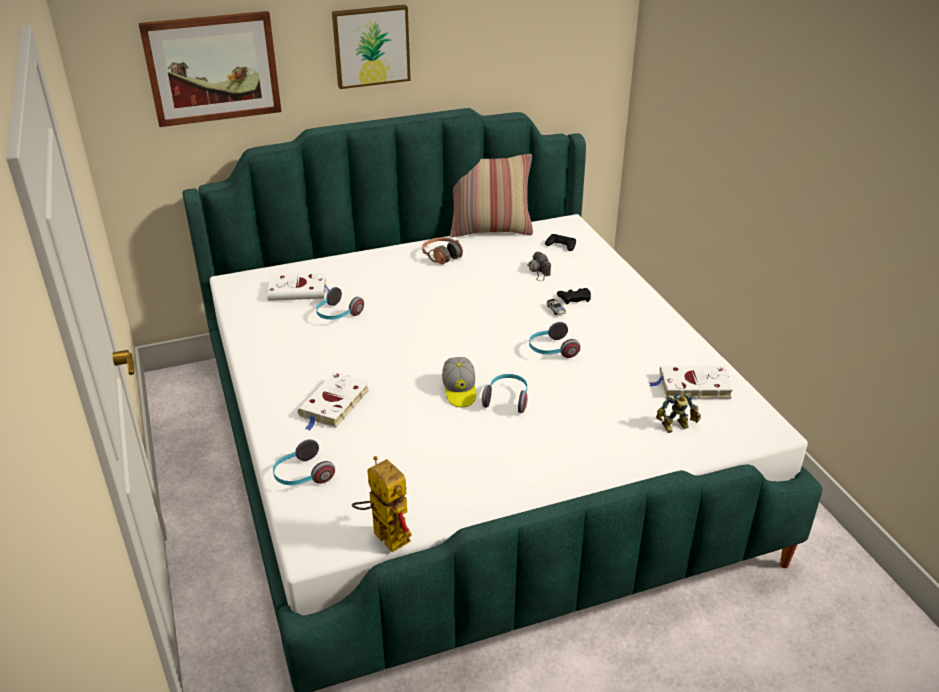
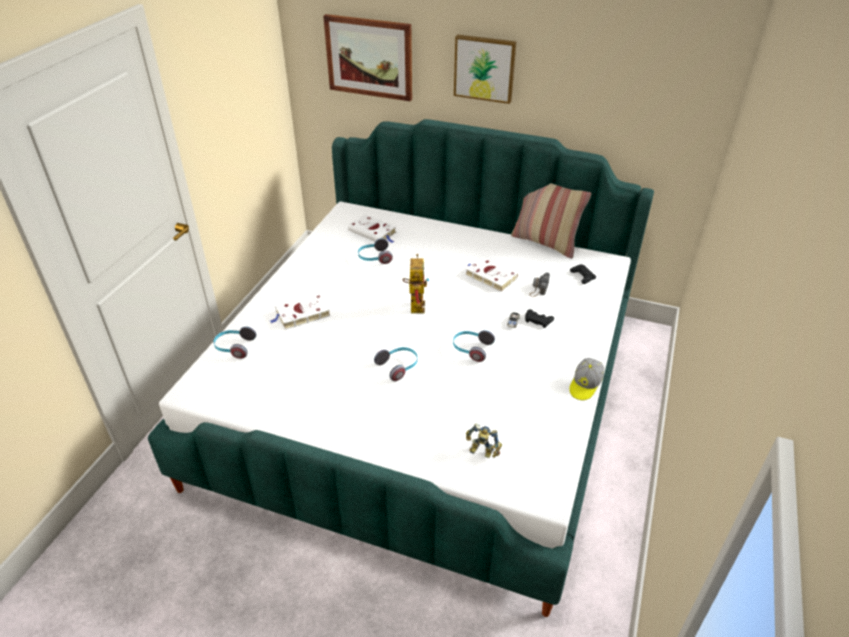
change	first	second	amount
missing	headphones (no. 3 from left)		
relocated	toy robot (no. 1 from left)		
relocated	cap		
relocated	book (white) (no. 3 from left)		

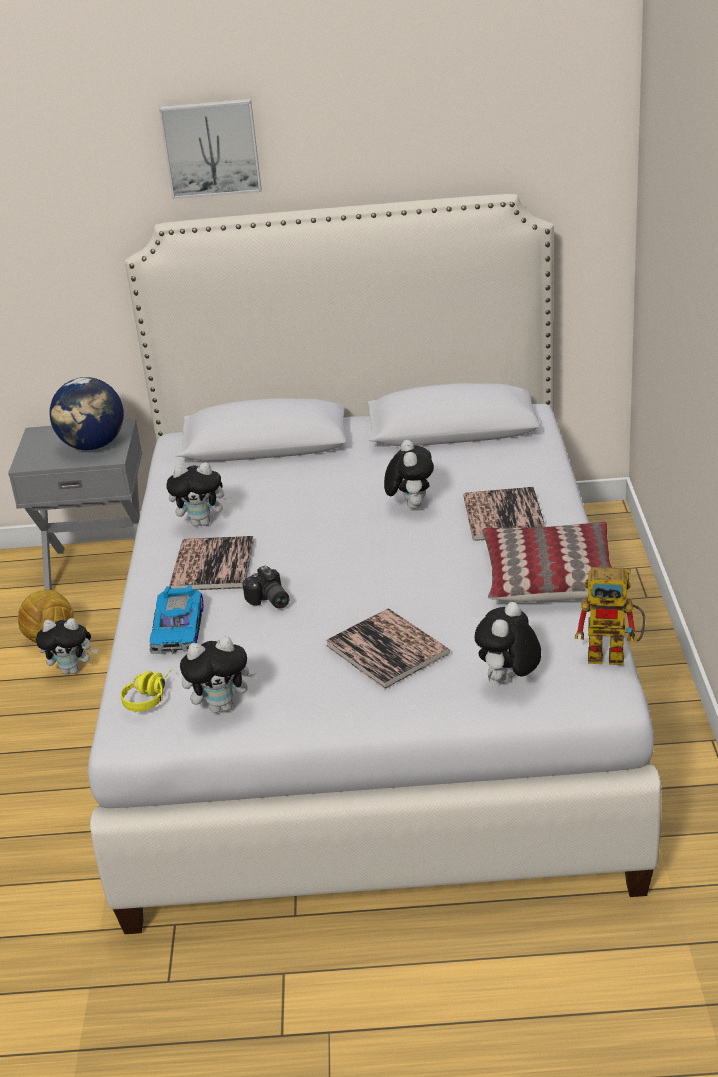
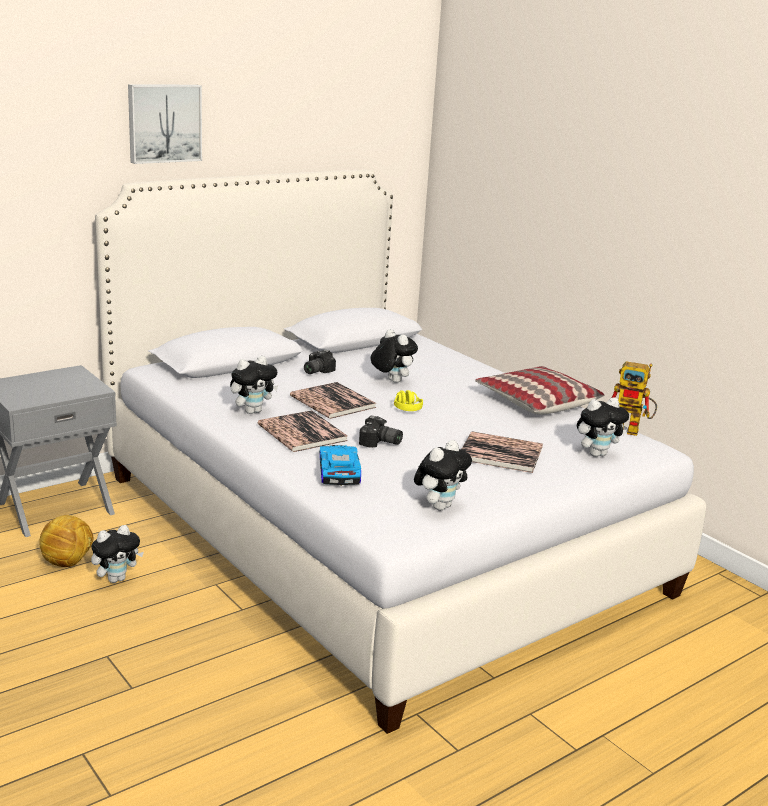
change	first	second	amount
missing	globe		
appeared		photo camera (no. 1 from left)	
relocated	headphones (yellow)		
relocated	book (no. 3 from left in the first image)	book (no. 2 from left)	
spun	toy car		150 degrees counterclockwise
spun	plush toy (no. 5 from left)		105 degrees counterclockwise
spun	toy robot		45 degrees clockwise

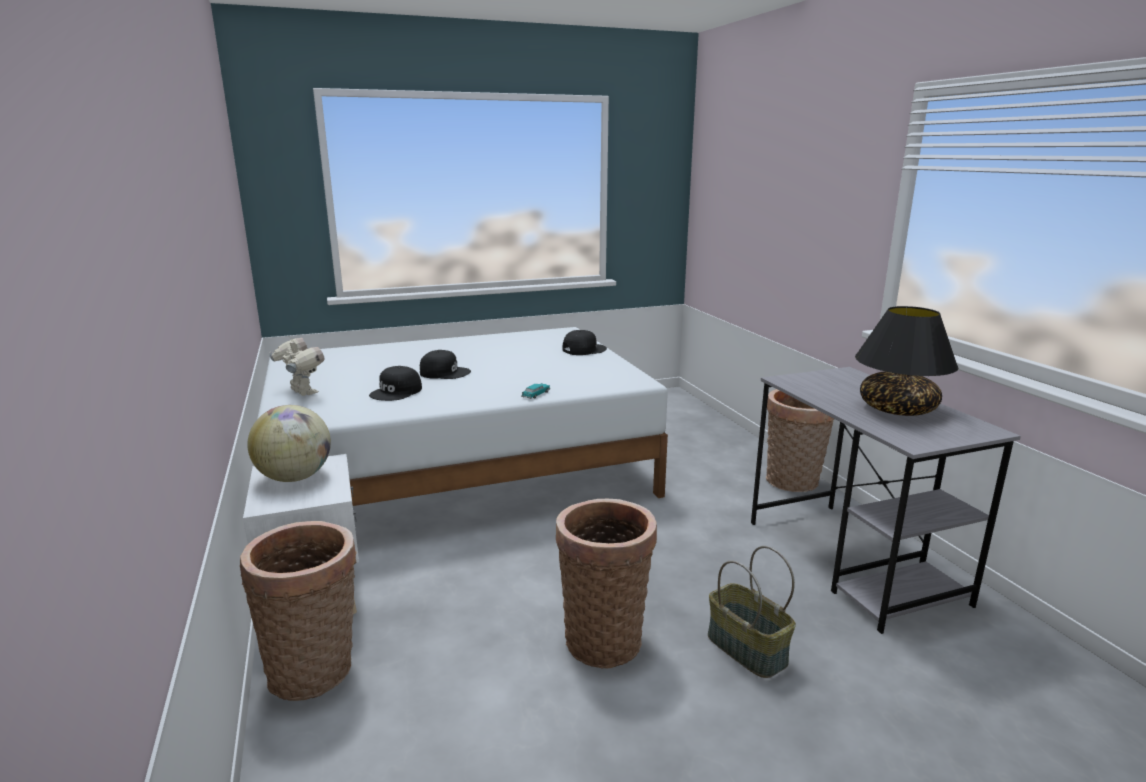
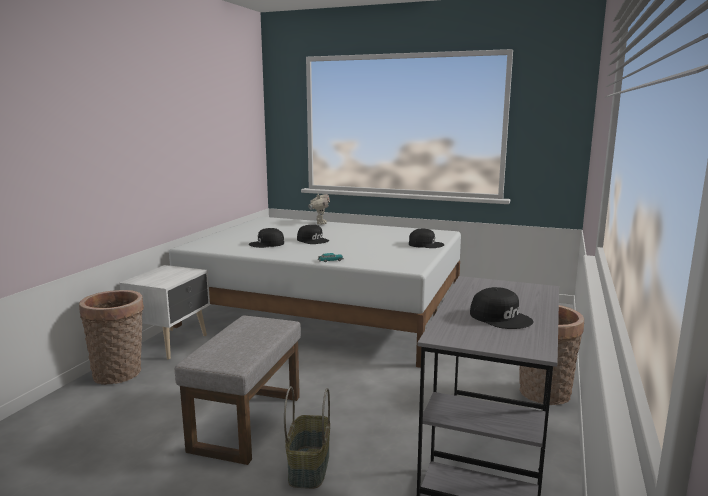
change	first	second	amount
missing	globe		
relocated	toy robot		
exchanged	basket (no. 2 from left)	ottoman (grey)	
exchanged	table lamp (black)	cap (black) (no. 4 from left)	

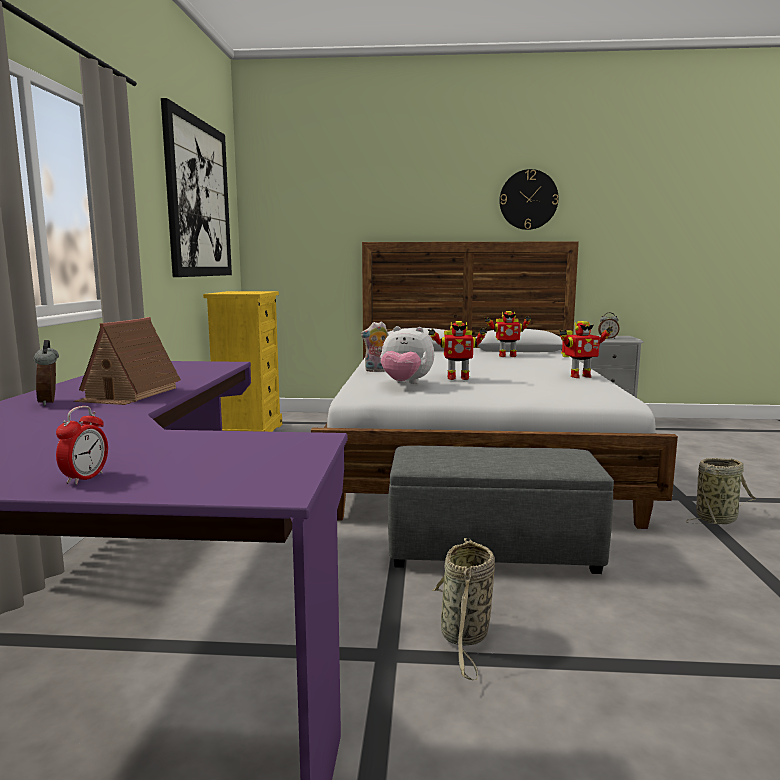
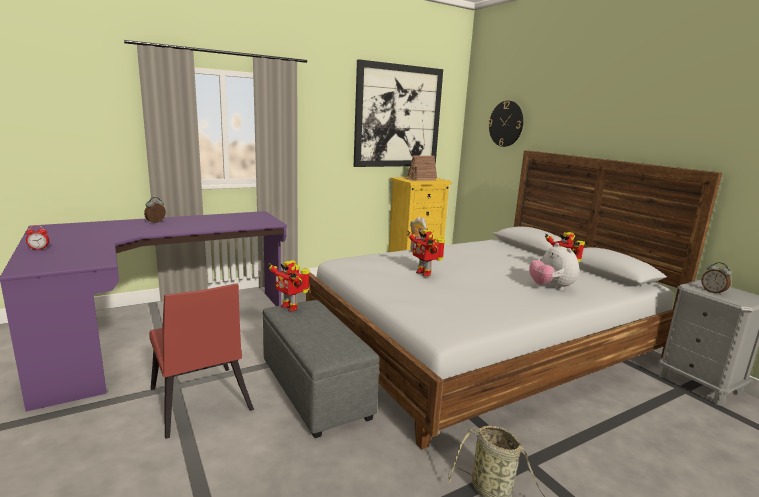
change	first	second	amount
relocated	toy house		
relocated	plush toy (no. 2 from left)		
relocated	wall clock		
relocated	toy robot (no. 3 from left in the first image)	toy robot (no. 1 from left)	
exchanged	basket (no. 1 from left)	chair (red)	

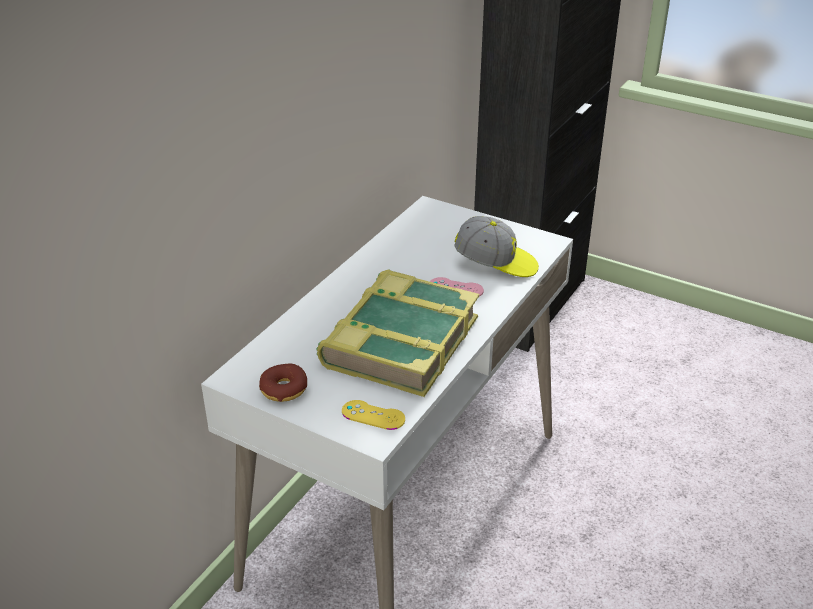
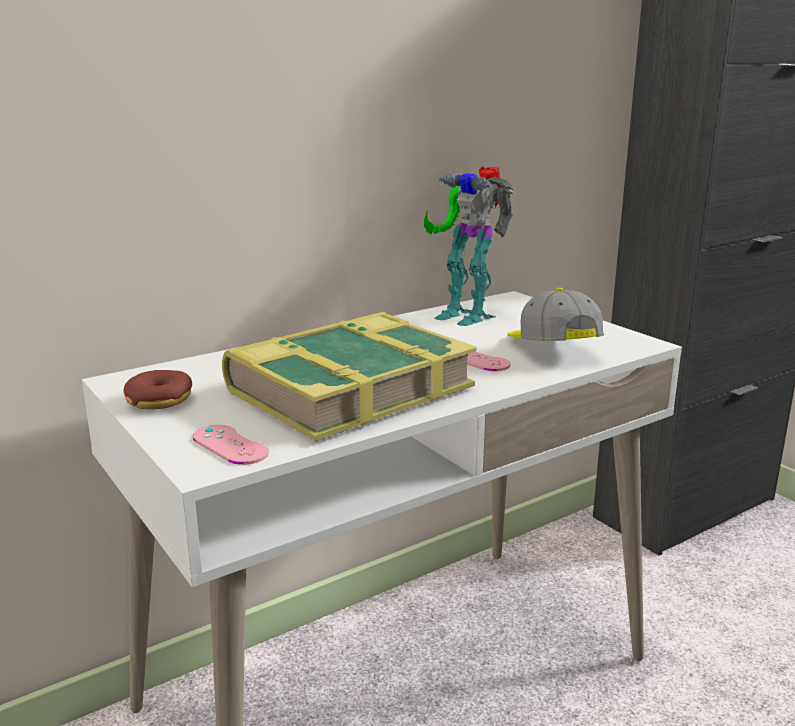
change	first	second	amount
appeared		toy robot	
colour	game controller (yellow)	game controller (pink) (no. 1 from left)	
spun	cap		150 degrees counterclockwise

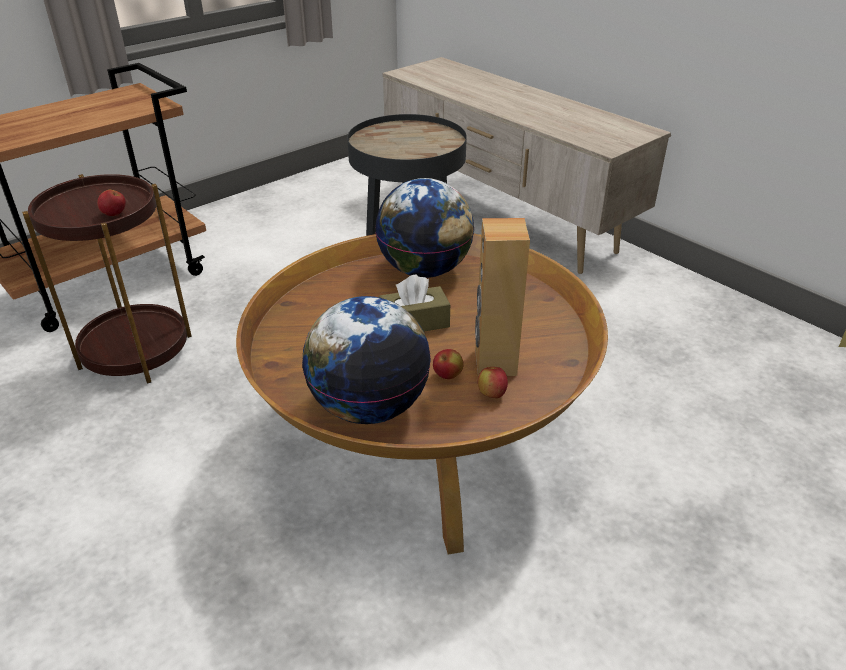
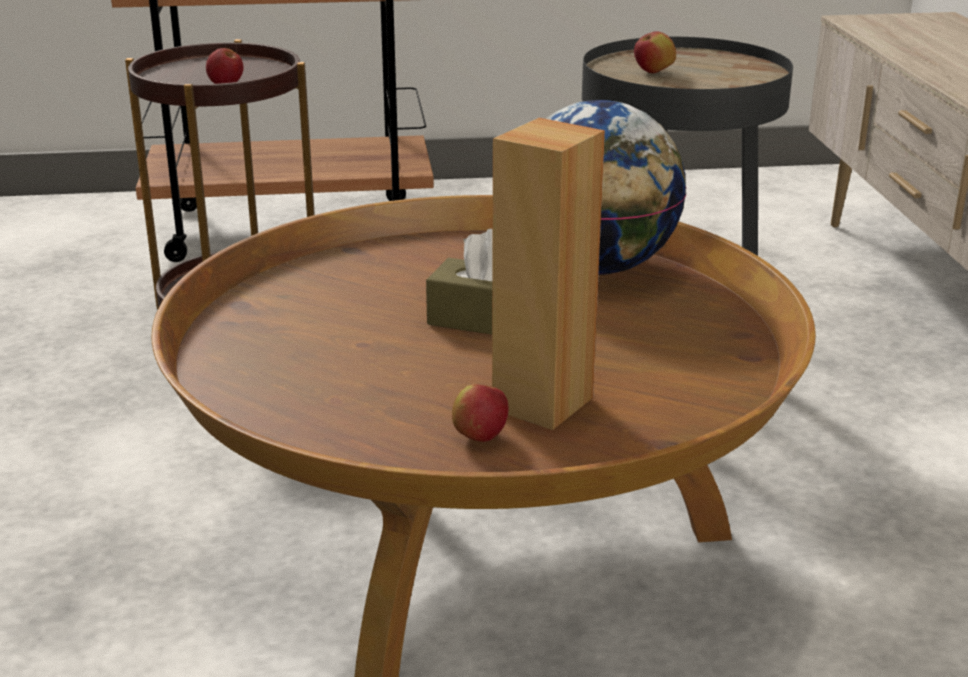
change	first	second	amount
missing	globe (no. 1 from left)		
relocated	apple (no. 2 from left in the first image)	apple (no. 3 from left)	

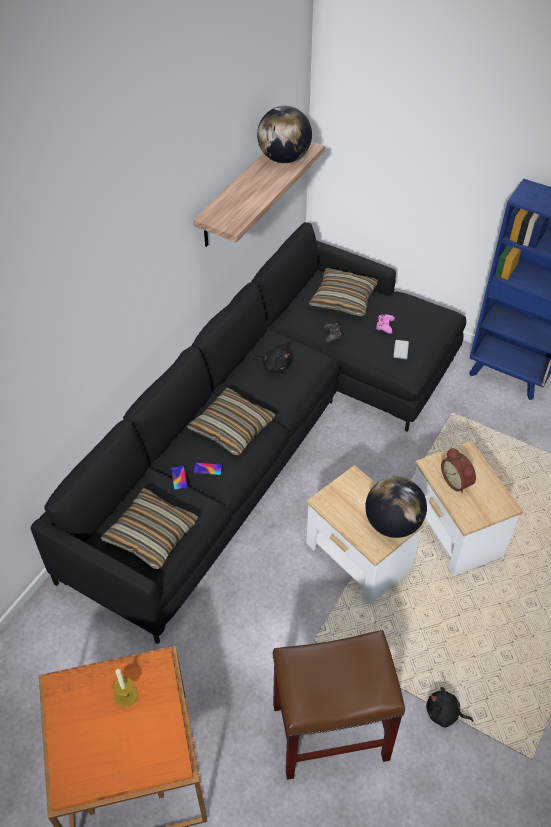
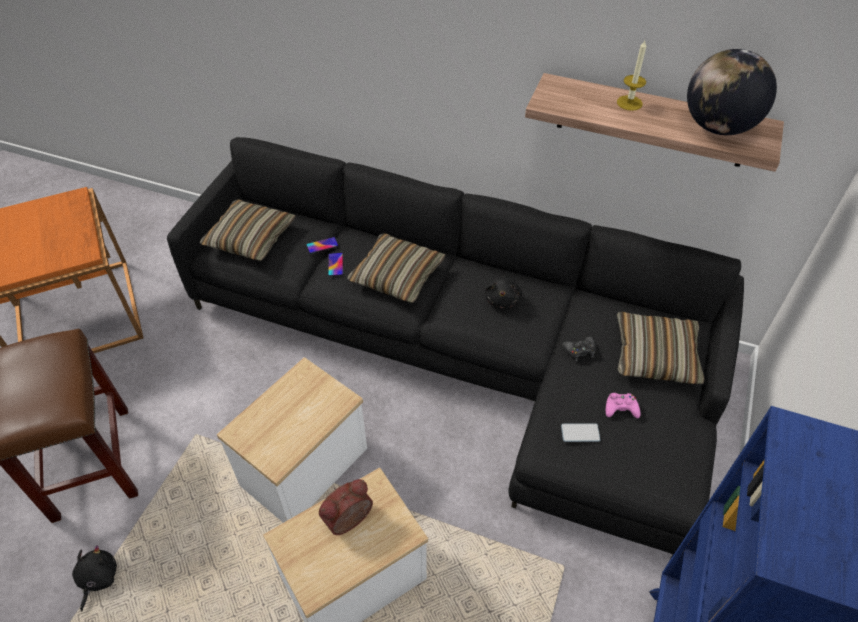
change	first	second	amount
missing	globe (no. 2 from left)		
relocated	candle		

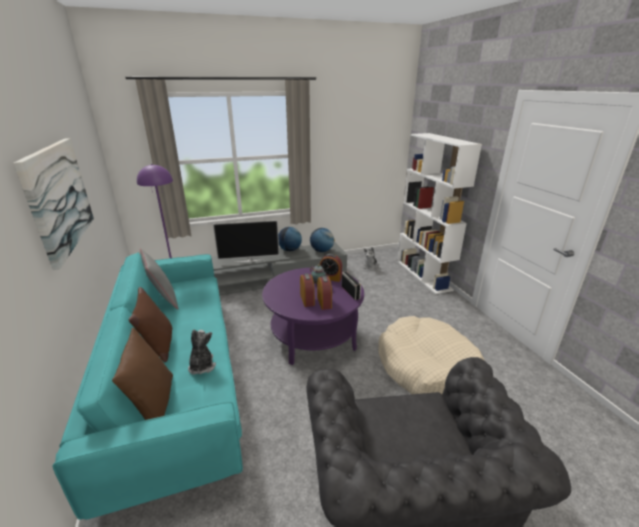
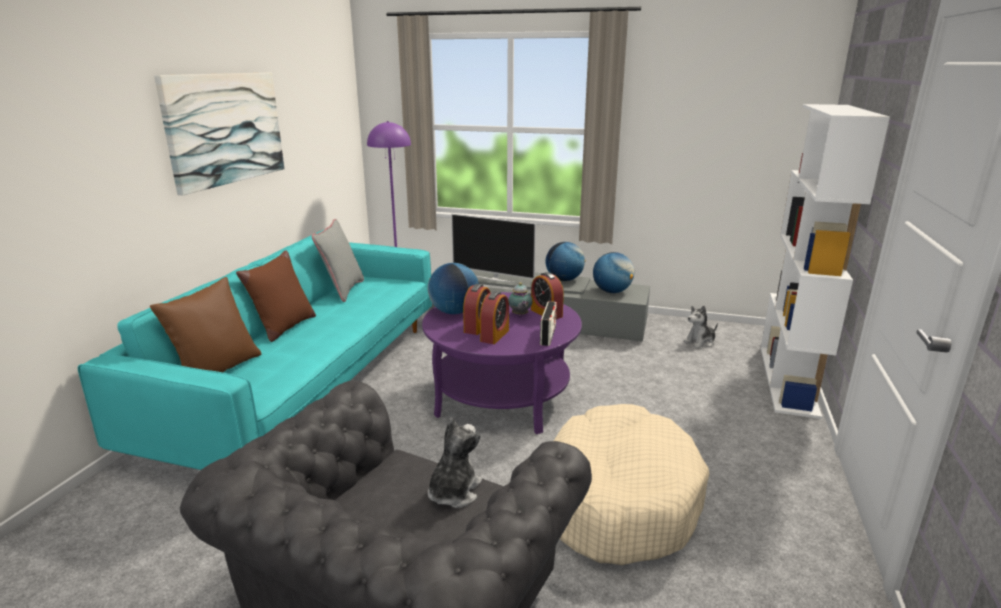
change	first	second	amount
appeared		globe (no. 1 from left)	
relocated	plush toy (no. 1 from left)		

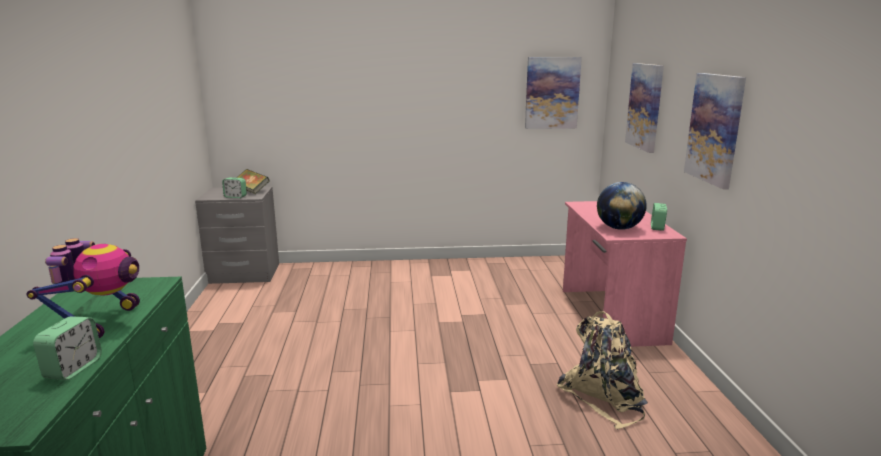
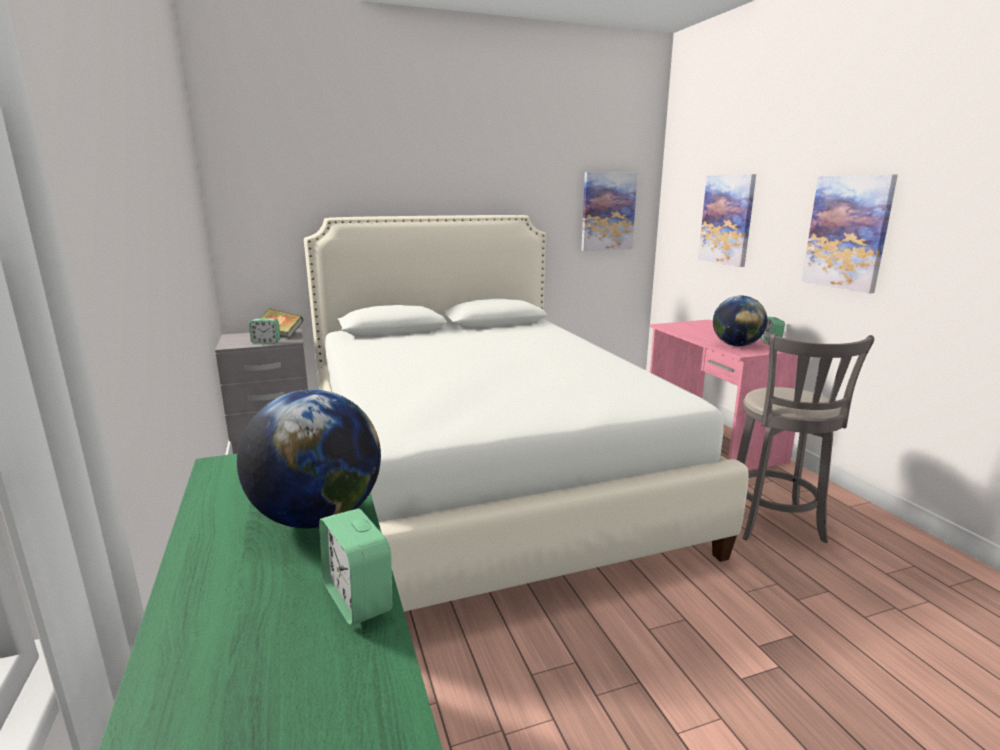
change	first	second	amount
appeared		bed (white)	
exchanged	toy robot	globe (no. 1 from left)	
exchanged	backpack (beige)	stool (grey)	
spun	alarm clock (no. 1 from left in the first image)	alarm clock (no. 2 from left)	150 degrees clockwise

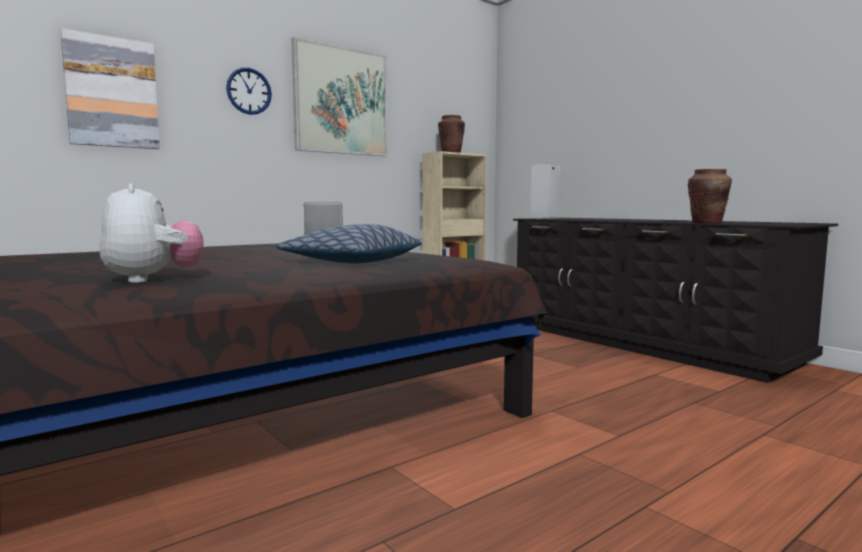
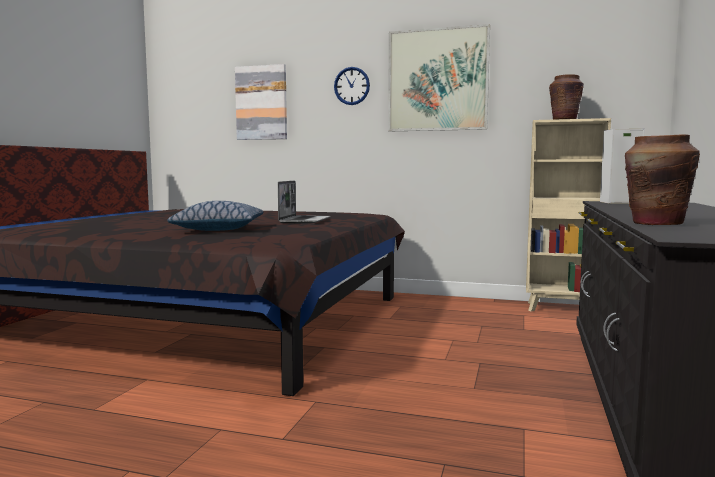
change	first	second	amount
missing	plush toy		

